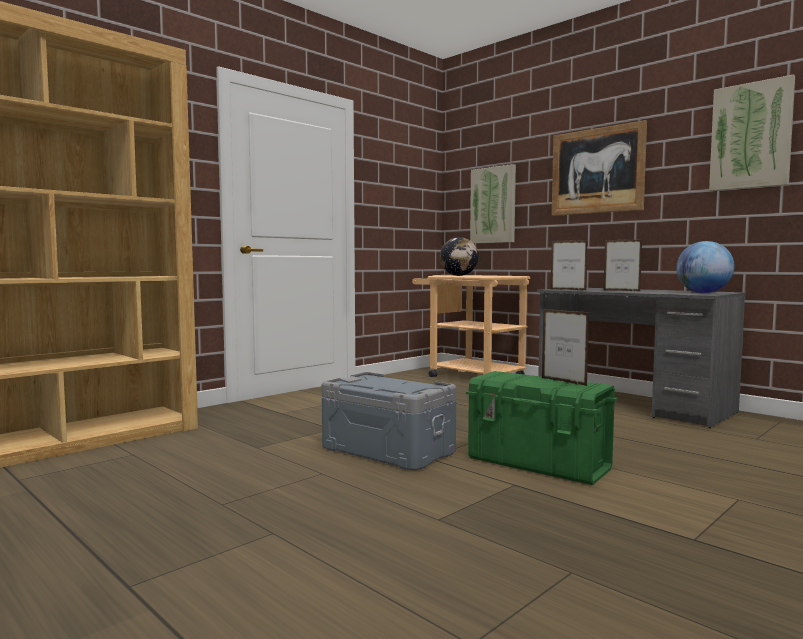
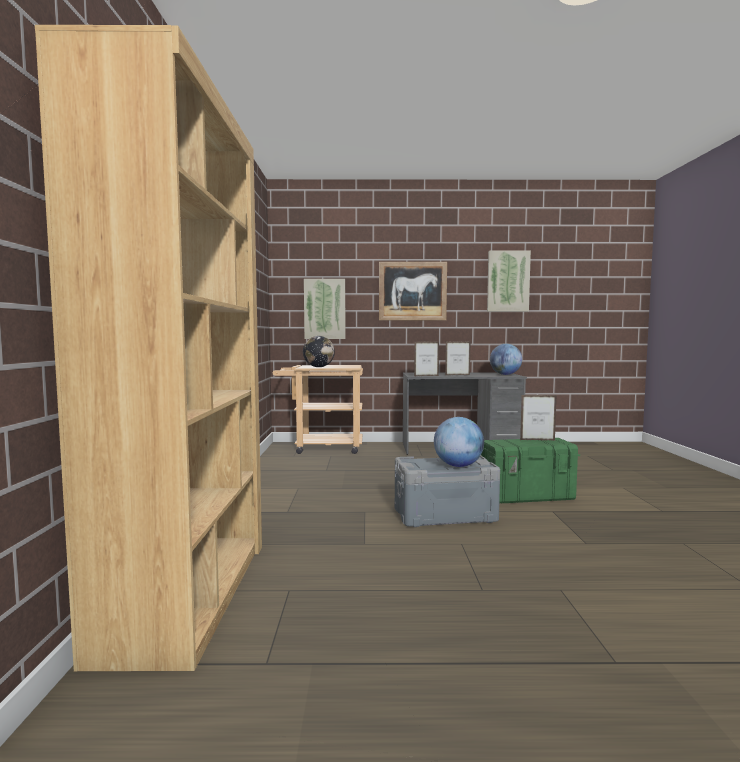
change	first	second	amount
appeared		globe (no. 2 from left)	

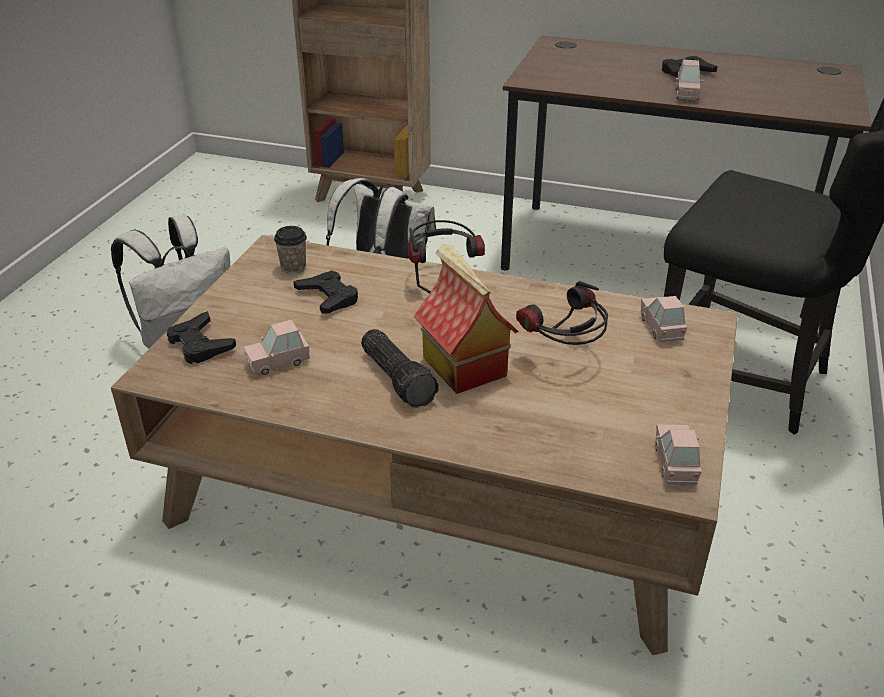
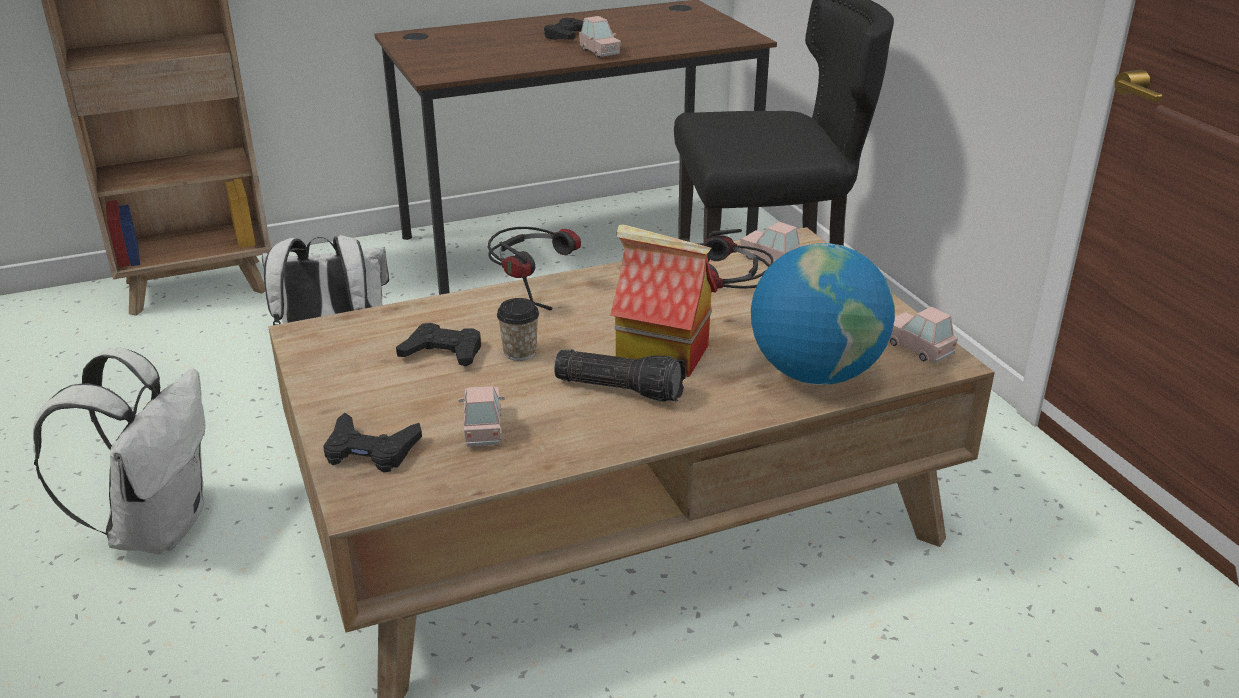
change	first	second	amount
appeared		globe	
relocated	cup		
spun	toy car (pink) (no. 1 from left)		150 degrees clockwise

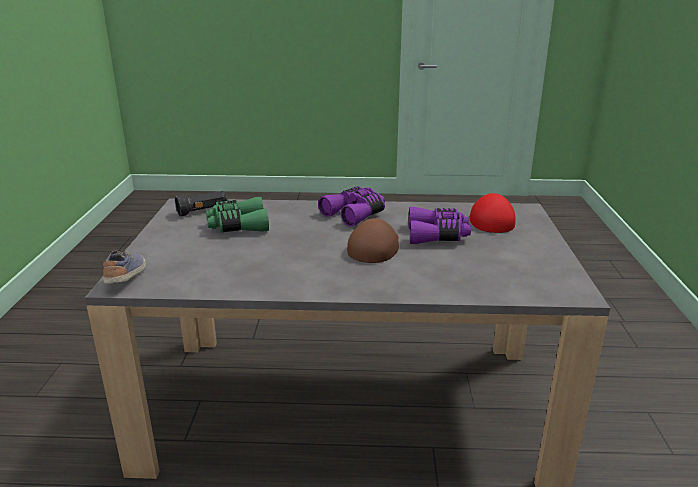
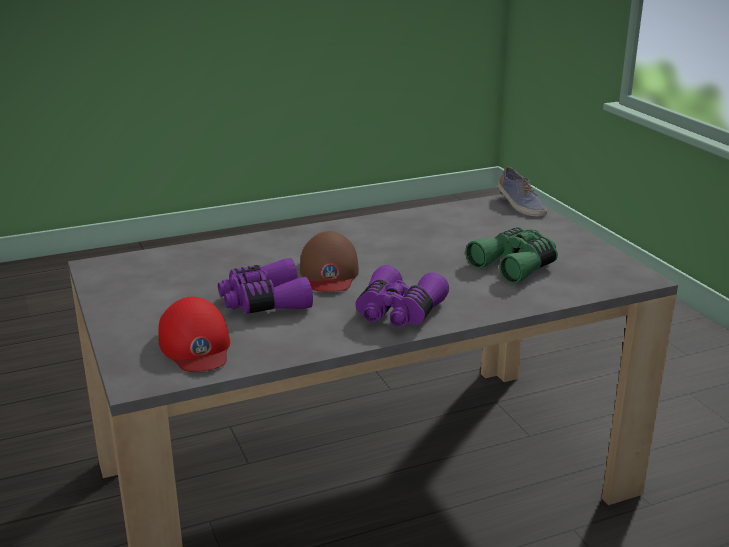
change	first	second	amount
missing	flashlight (black)		

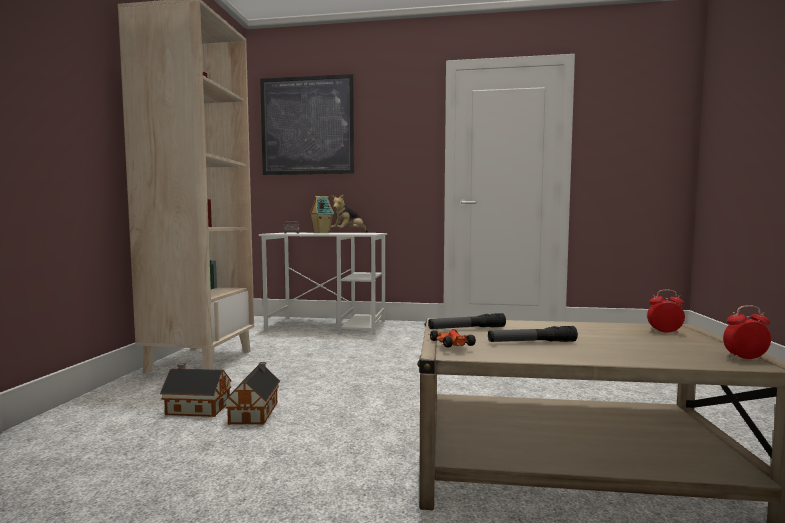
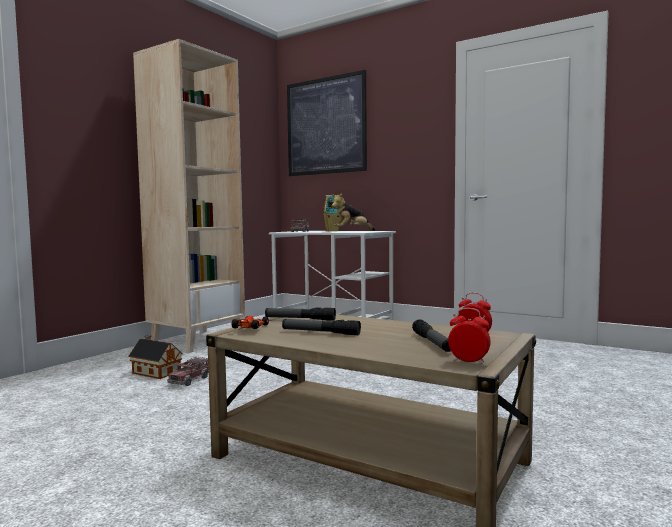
change	first	second	amount
appeared		flashlight (no. 3 from left)	
exchanged	toy house (no. 2 from left)	toy truck (no. 1 from left)	

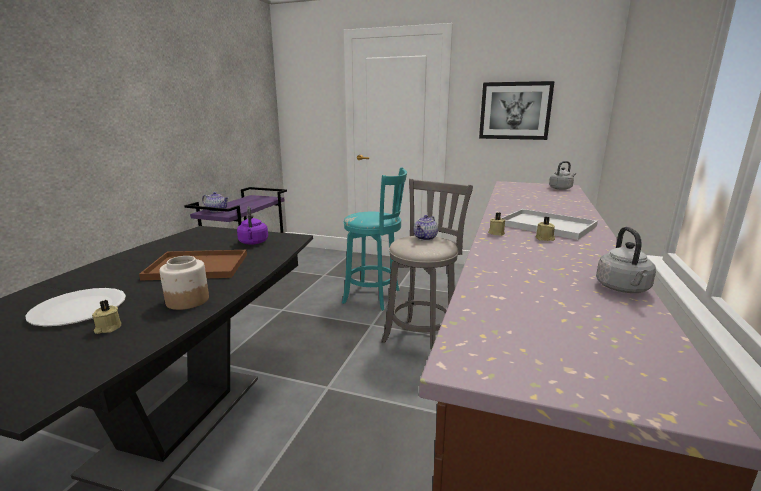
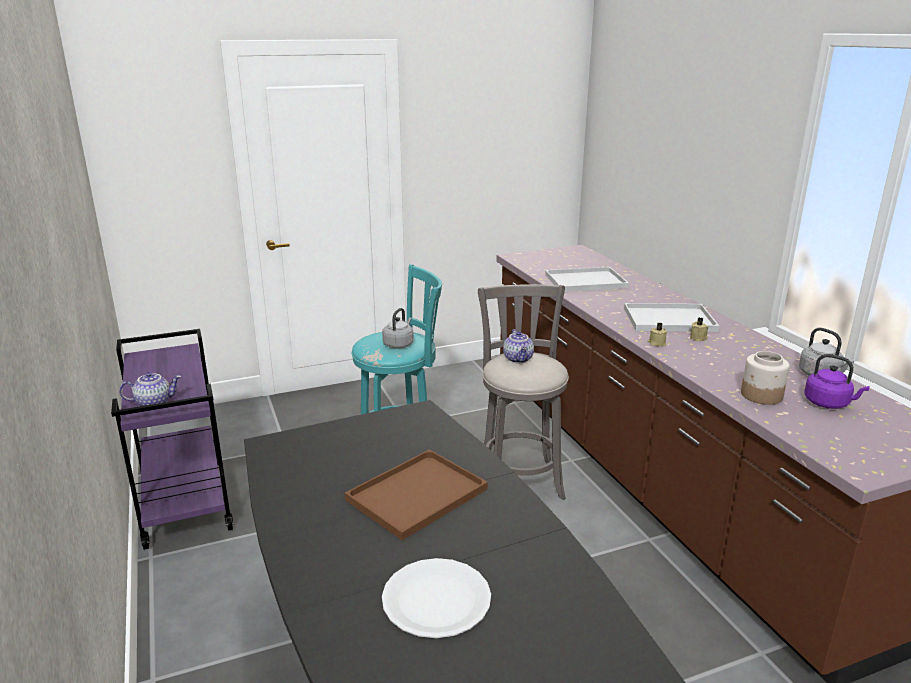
change	first	second	amount
missing	candle (beige) (no. 1 from left)		
missing	picture		
appeared		tray (white) (no. 1 from left)	
relocated	jar		
relocated	kettle (purple)		
relocated	kettle (grey) (no. 1 from left)		

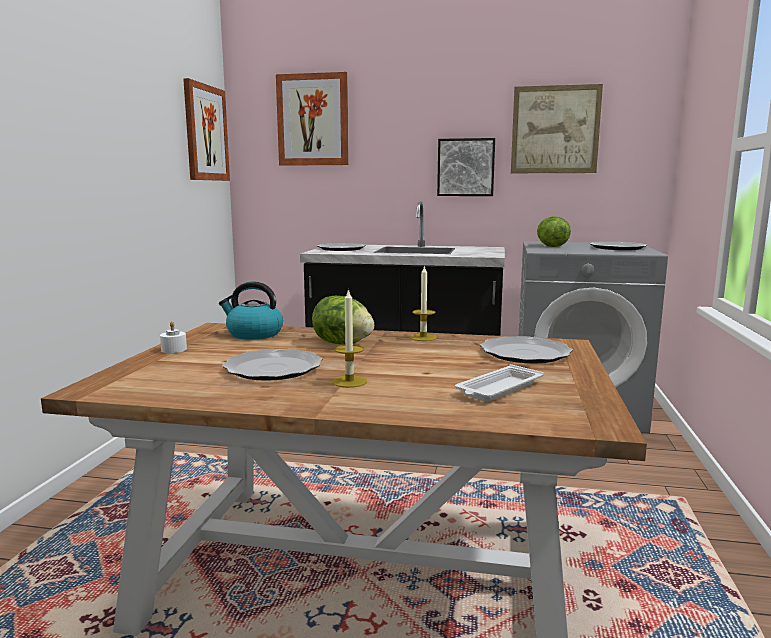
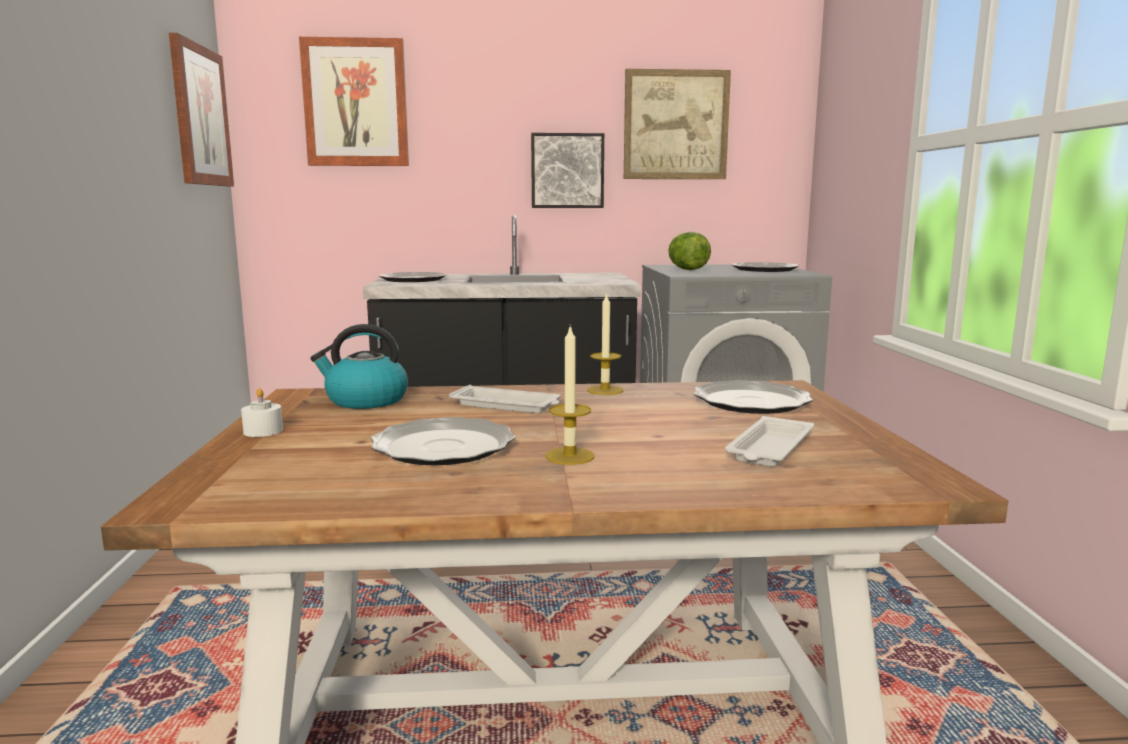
change	first	second	amount
exchanged	lettuce (no. 1 from left)	tray (white) (no. 1 from left)	

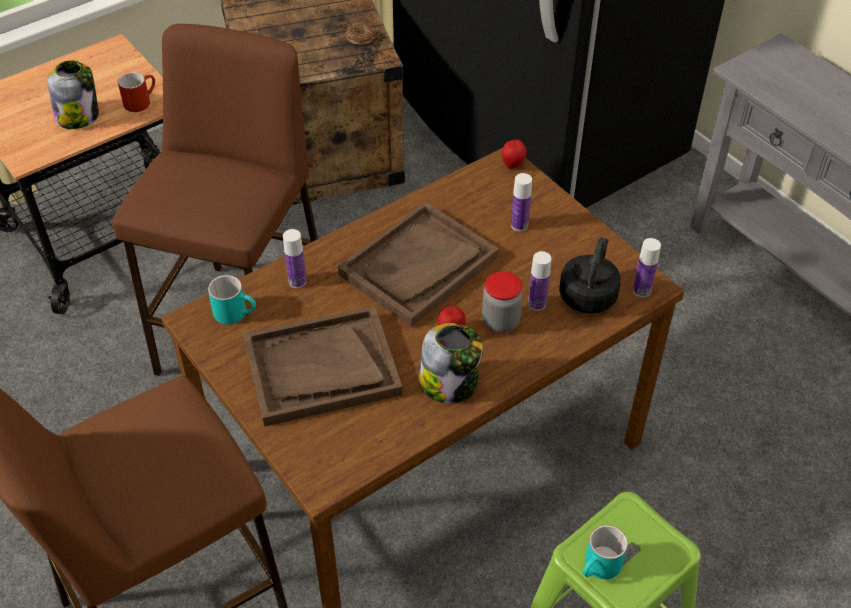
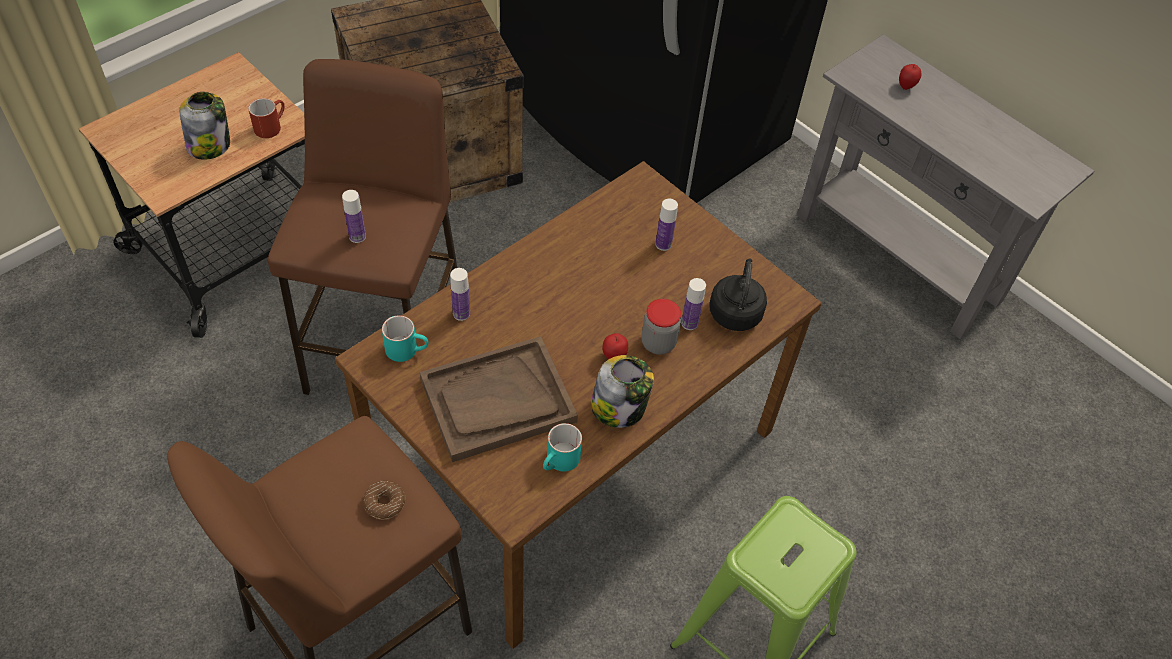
change	first	second	amount
missing	tray (brown) (no. 2 from left)		
relocated	donut		
relocated	apple (no. 2 from left)		
relocated	mug (turquoise) (no. 2 from left)		
relocated	bottle (no. 4 from left in the first image)	bottle (no. 1 from left)	

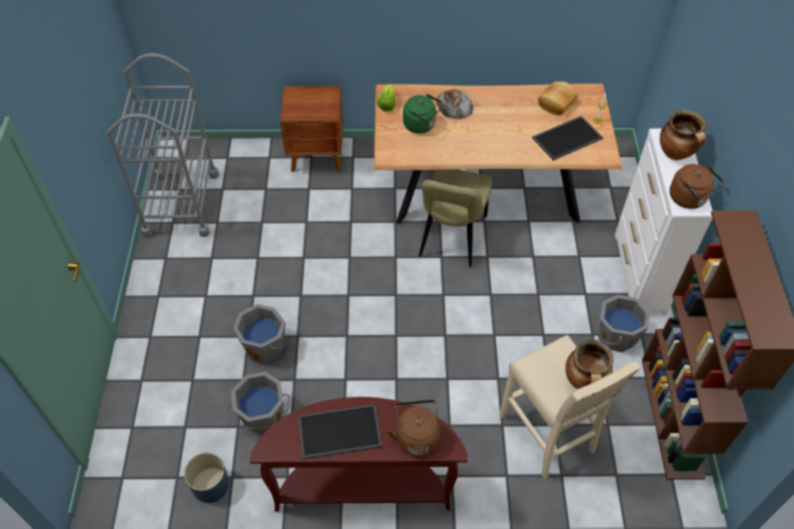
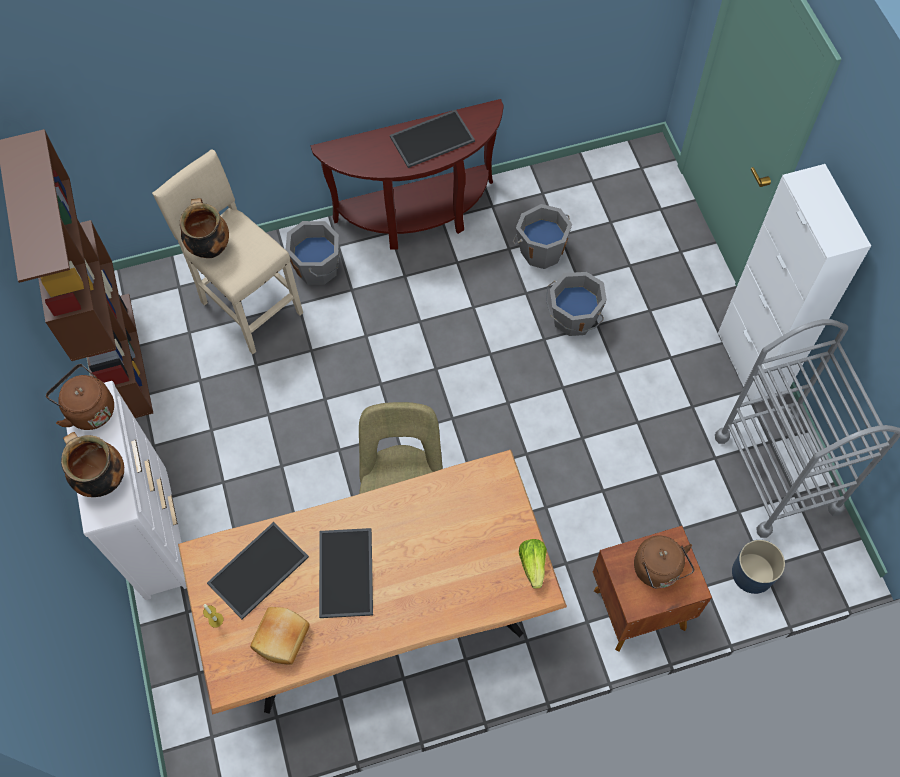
change	first	second	amount
missing	kettle (green)		
missing	bread (no. 1 from left)		
appeared		tray (no. 2 from left)	
appeared		cabinet (white)	
relocated	planter (blue)		
relocated	kettle (brown) (no. 1 from left in the first image)	kettle (brown) (no. 2 from left)	
relocated	bucket (grey) (no. 3 from left in the first image)	bucket (grey) (no. 1 from left)	

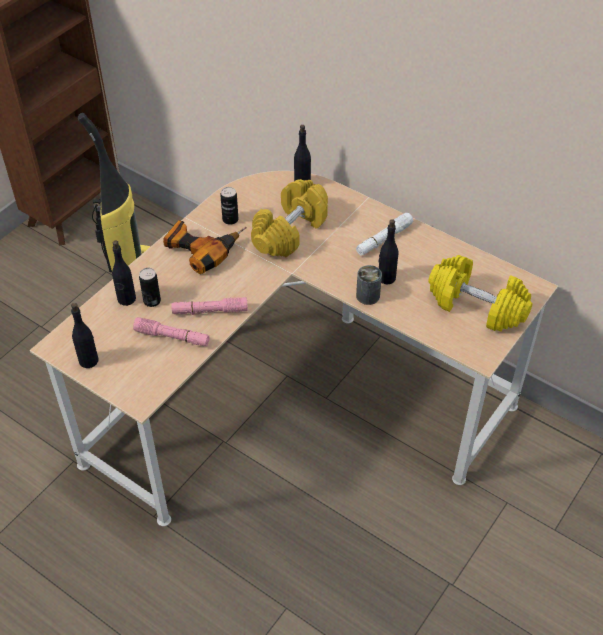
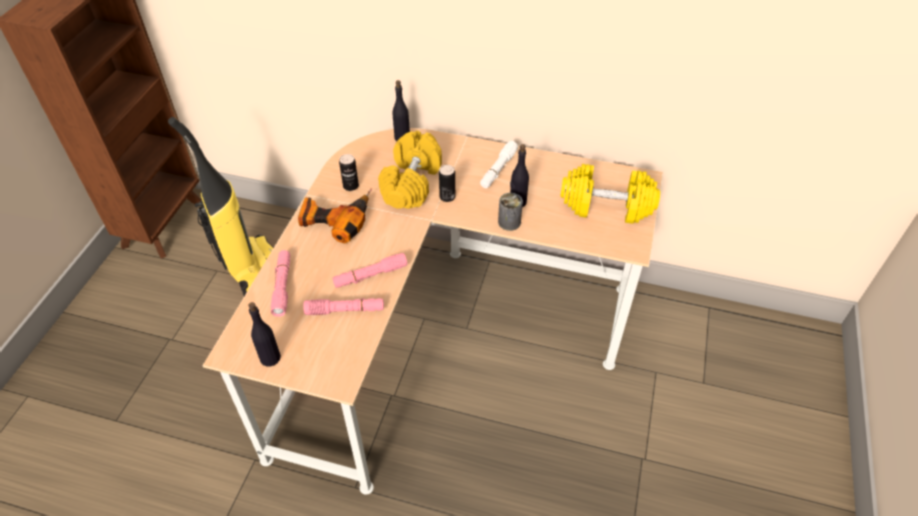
change	first	second	amount
relocated	can (no. 1 from left in the first image)	can (no. 2 from left)	
exchanged	bottle (black) (no. 2 from left)	flashlight (pink) (no. 1 from left)	

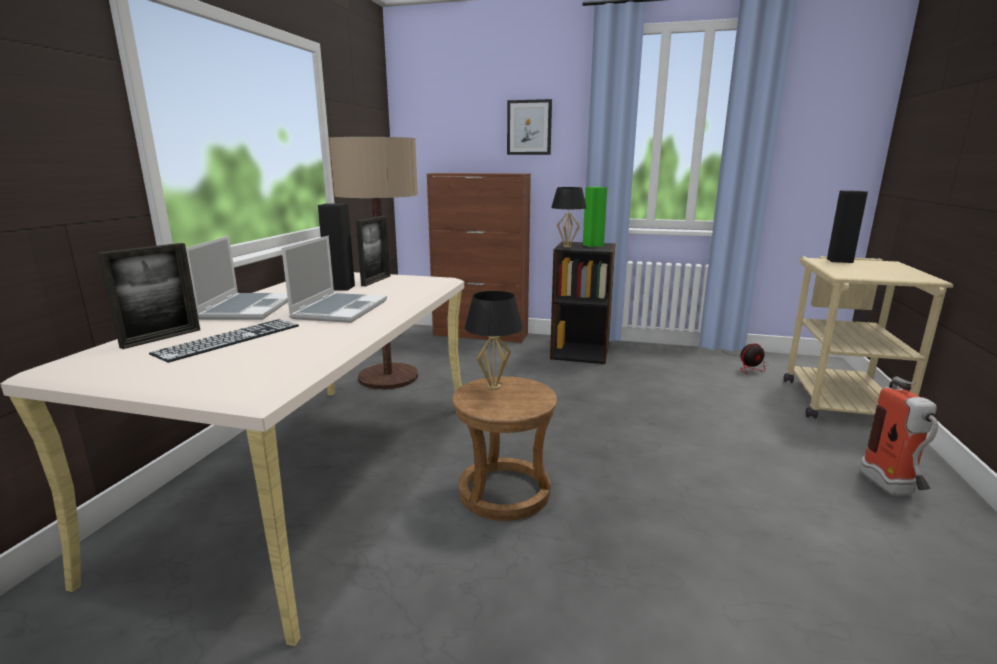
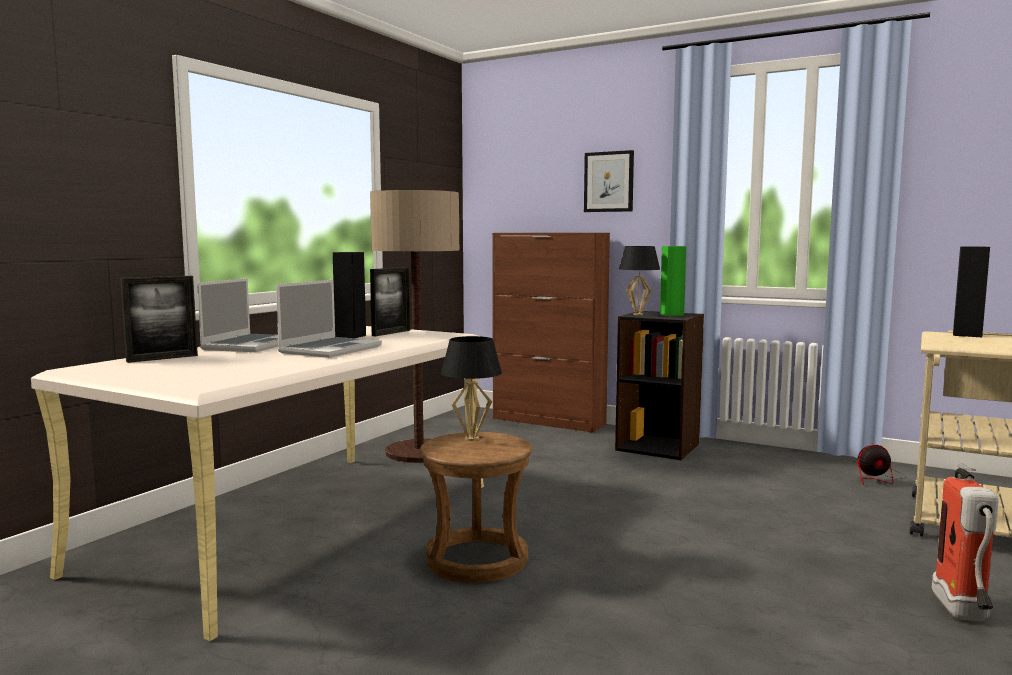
change	first	second	amount
missing	keyboard		

